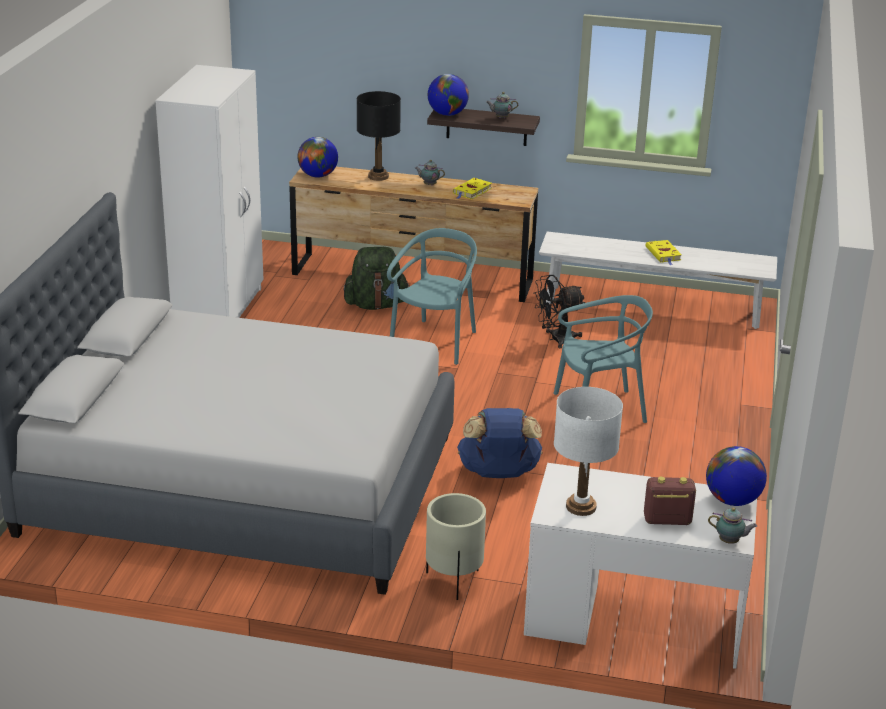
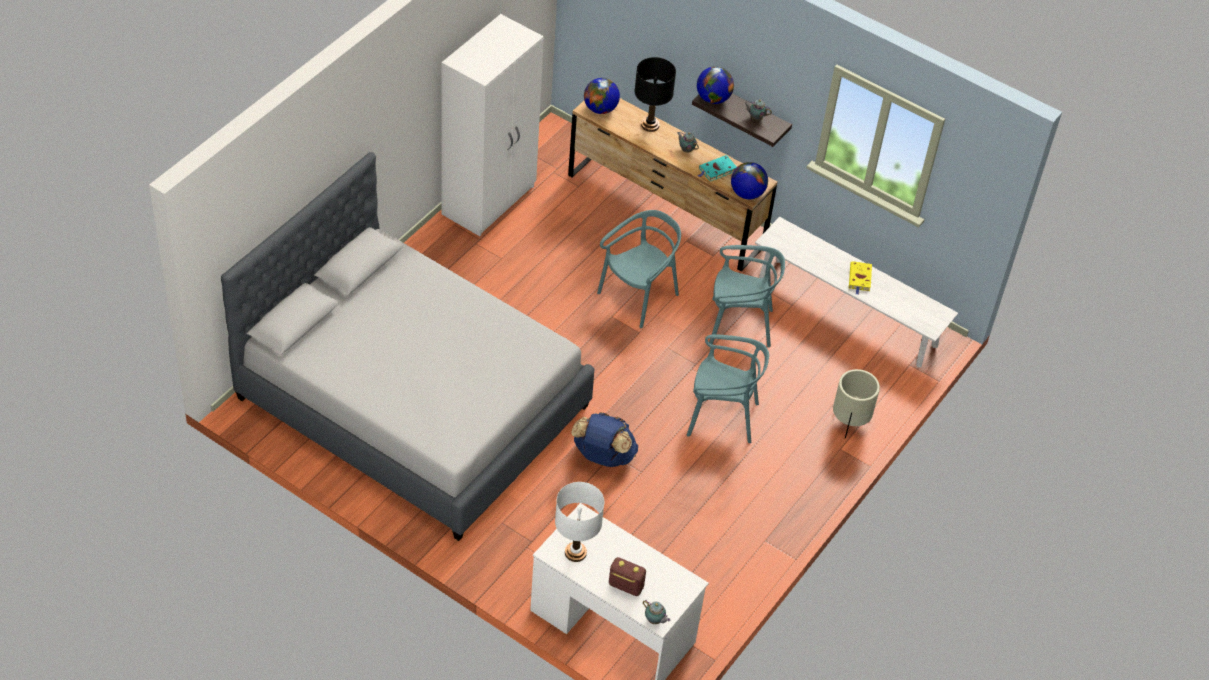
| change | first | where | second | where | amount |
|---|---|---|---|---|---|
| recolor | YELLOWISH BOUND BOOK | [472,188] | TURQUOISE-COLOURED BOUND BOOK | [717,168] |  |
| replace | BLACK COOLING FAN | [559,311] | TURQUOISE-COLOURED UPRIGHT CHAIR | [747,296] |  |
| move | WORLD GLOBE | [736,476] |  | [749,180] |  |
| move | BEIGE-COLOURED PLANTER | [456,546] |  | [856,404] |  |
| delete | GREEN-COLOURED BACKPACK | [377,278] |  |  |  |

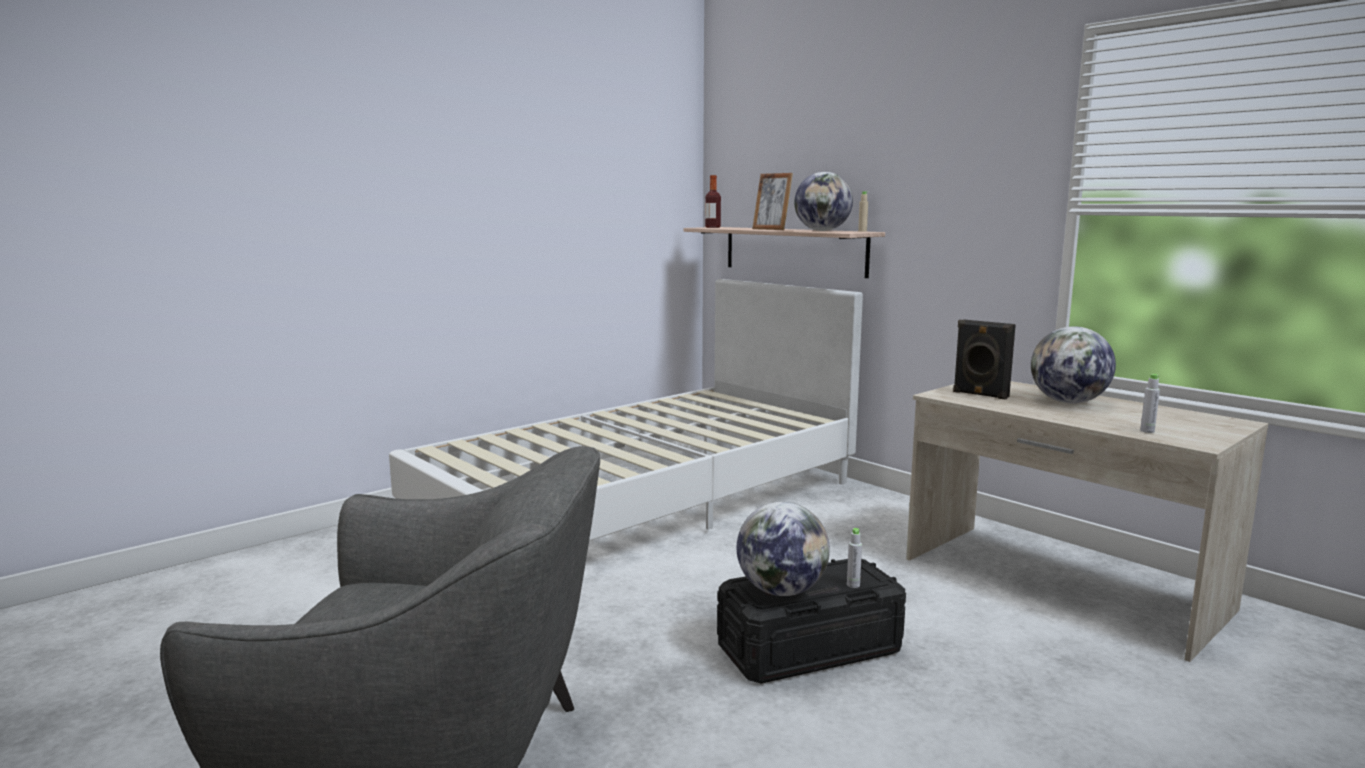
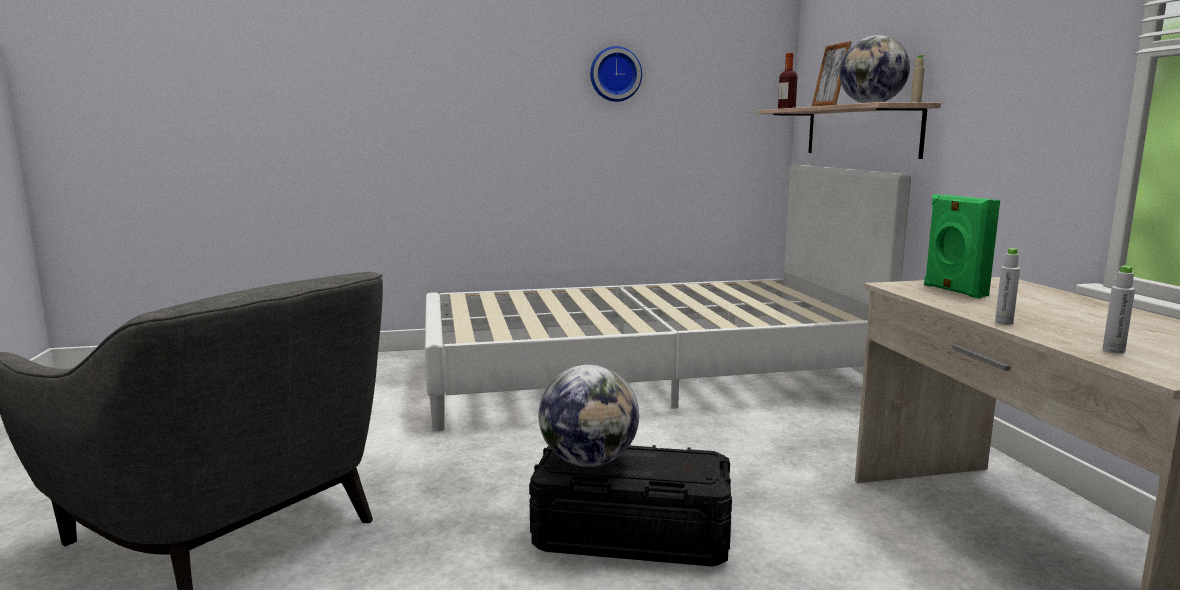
| change | first | where | second | where | amount |
|---|---|---|---|---|---|
| insert |  |  | WALL CLOCK | [616,74] |  |
| recolor | BLACK SPEAKER | [984,360] | GREEN-COLOURED SPEAKER | [962,246] |  |
| move | GREY BEVERAGE BOTTLE | [854,558] |  | [1007,286] |  |
| delete | WORLD GLOBE | [1073,364] |  |  |  |

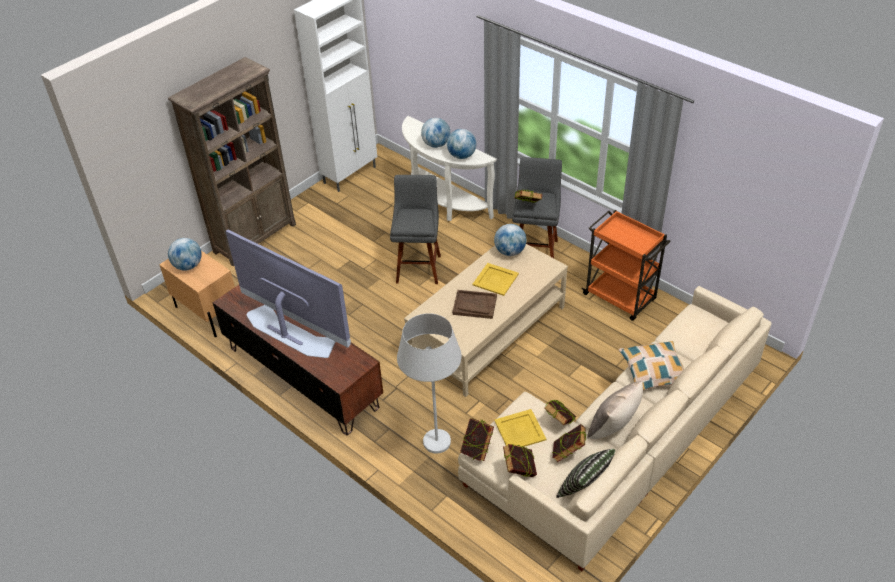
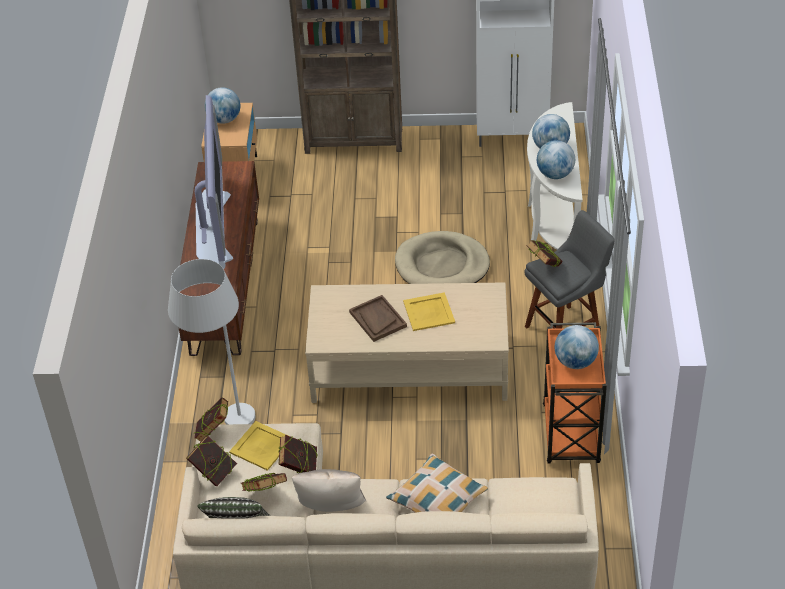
| change | first | where | second | where | amount |
|---|---|---|---|---|---|
| replace | GREY STOOL SEAT | [415,229] | BEIGE-COLOURED DOG BED | [442,257] |  |
| move | WORLD GLOBE | [510,240] |  | [577,347] |  |

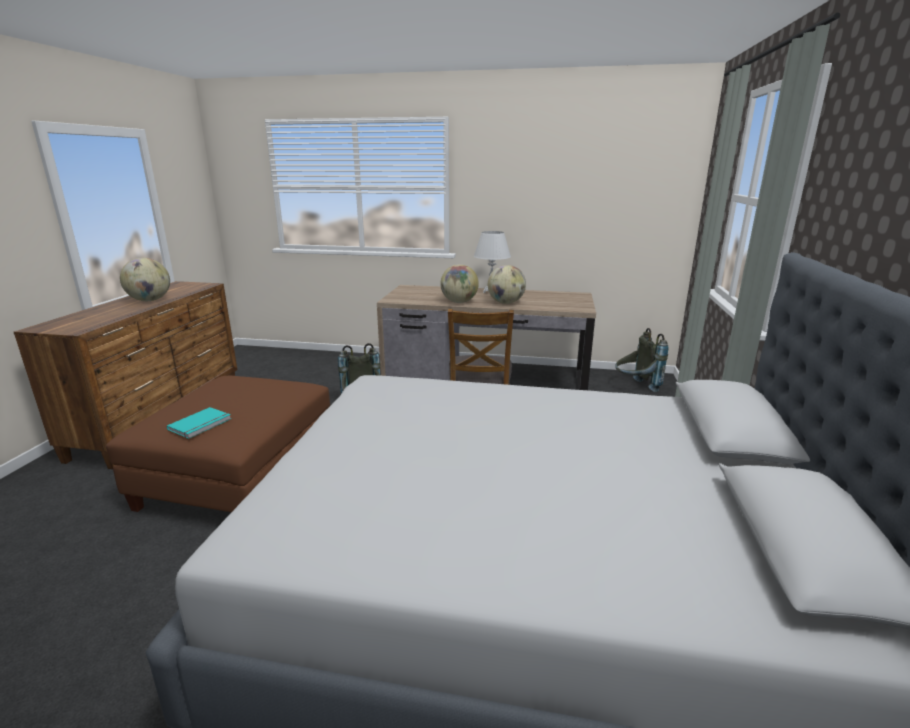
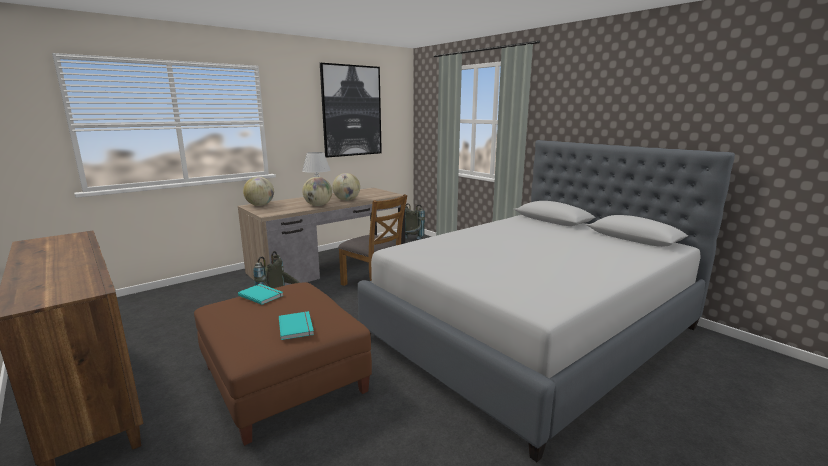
| change | first | where | second | where | amount |
|---|---|---|---|---|---|
| insert |  |  | TURQUOISE-COLOURED BOUND BOOK | [261,294] |  |
| move | WORLD GLOBE | [145,279] |  | [258,191] |  |
| insert |  |  | PICTURE | [351,110] |  |

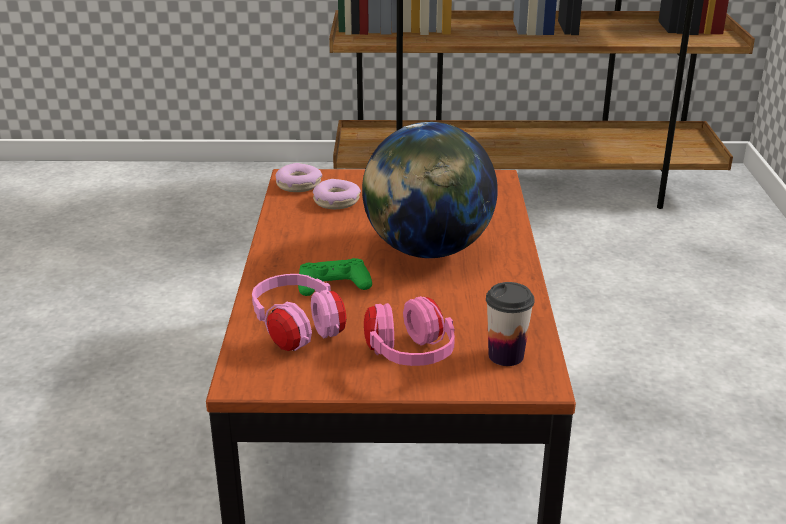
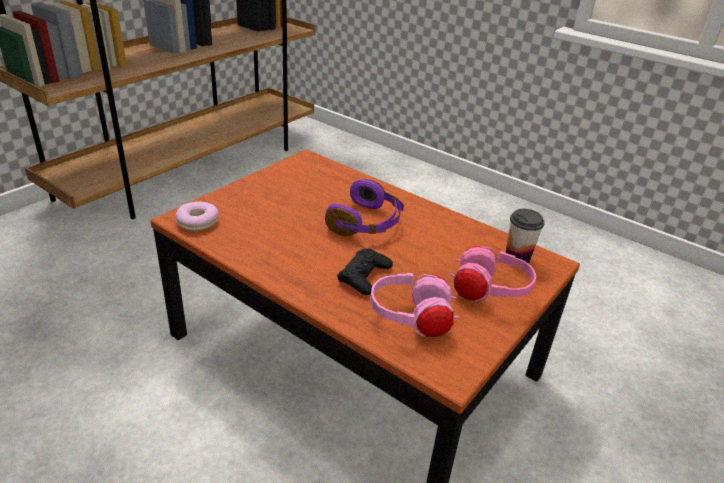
| change | first | where | second | where | amount |
|---|---|---|---|---|---|
| replace | WORLD GLOBE | [430,190] | PURPLE HEADPHONES | [364,207] |  |
| recolor | GREEN-COLOURED JOYPAD | [335,277] | BLACK JOYPAD | [365,271] |  |
| delete | DOUGHNUT | [337,194] |  |  |  |

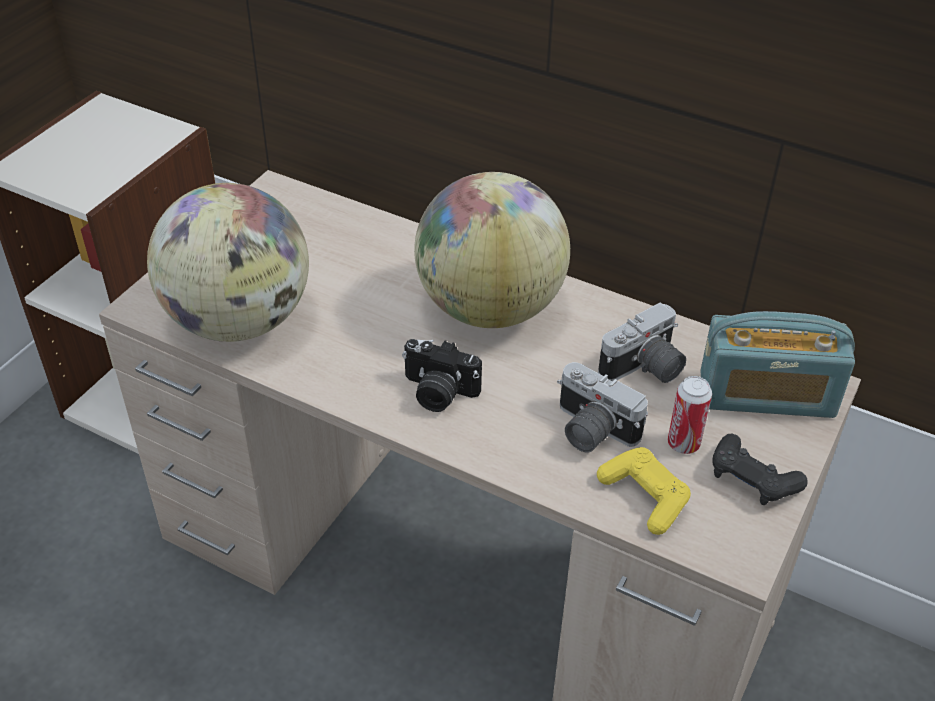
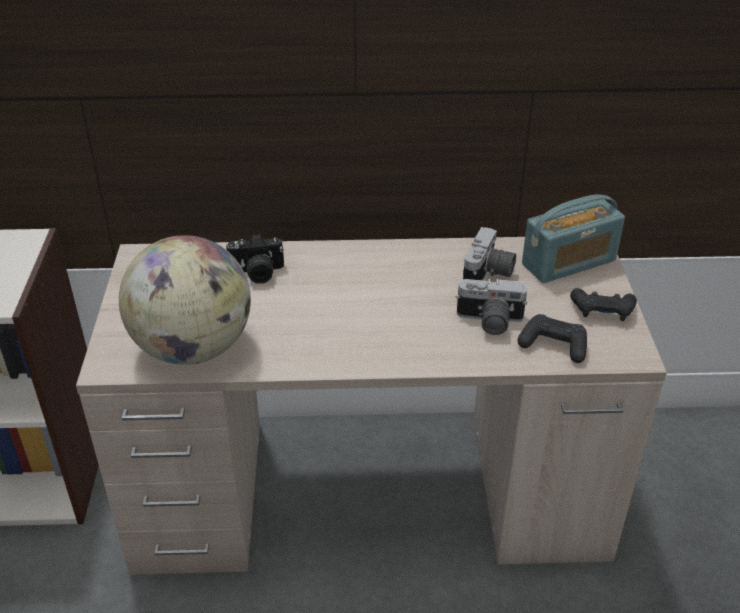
| change | first | where | second | where | amount |
|---|---|---|---|---|---|
| move | STILL CAMERA | [442,375] |  | [255,259] |  |
| recolor | YELLOWISH JOYPAD | [644,491] | BLACK JOYPAD | [552,338] |  |
| delete | WORLD GLOBE | [492,250] |  |  |  |
| delete | CAN | [690,415] |  |  |  |

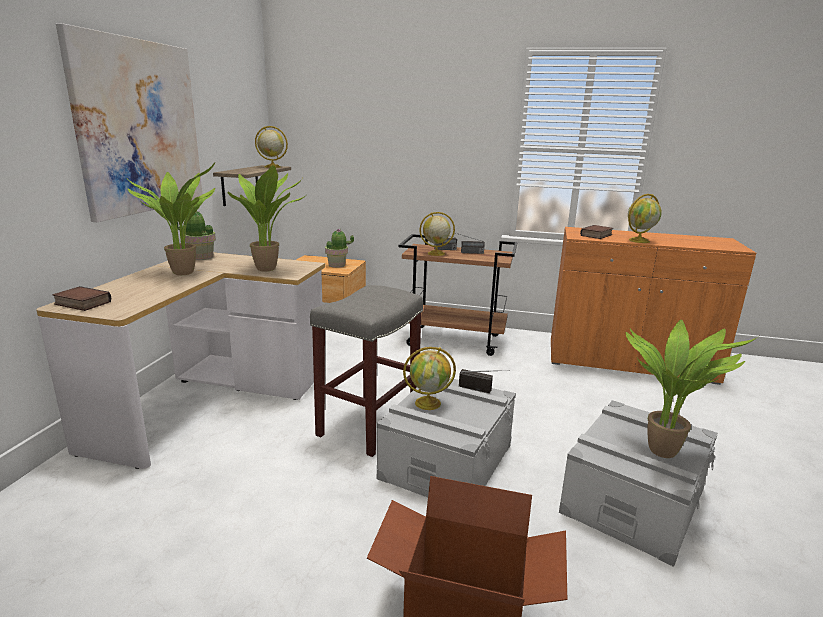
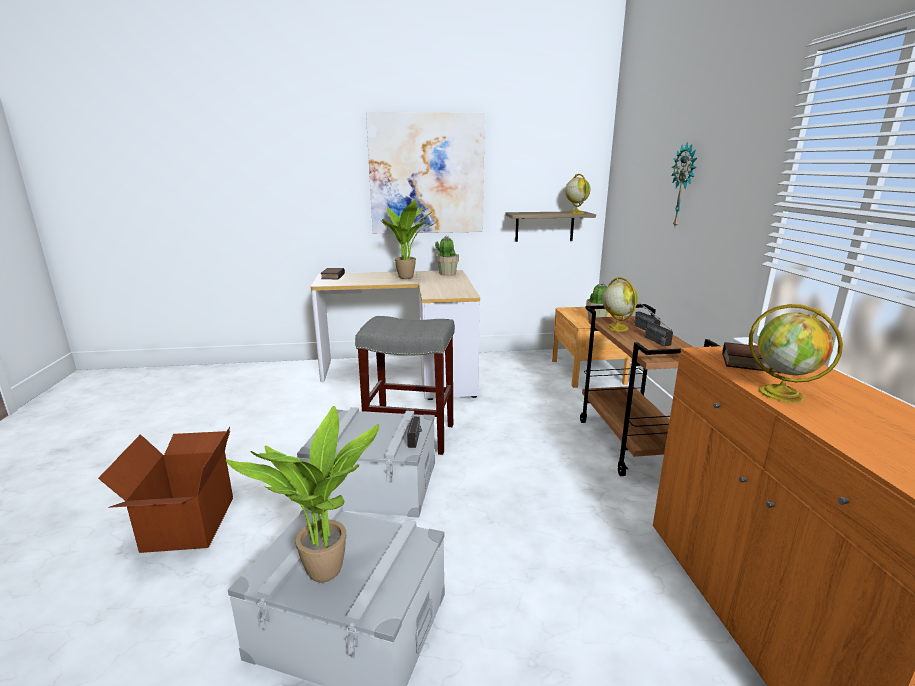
| change | first | where | second | where | amount |
|---|---|---|---|---|---|
| insert |  |  | WALL CLOCK | [684,184] |  |
| delete | POTTED PLANT | [266,218] |  |  |  |
| delete | WORLD GLOBE | [429,378] |  |  |  |

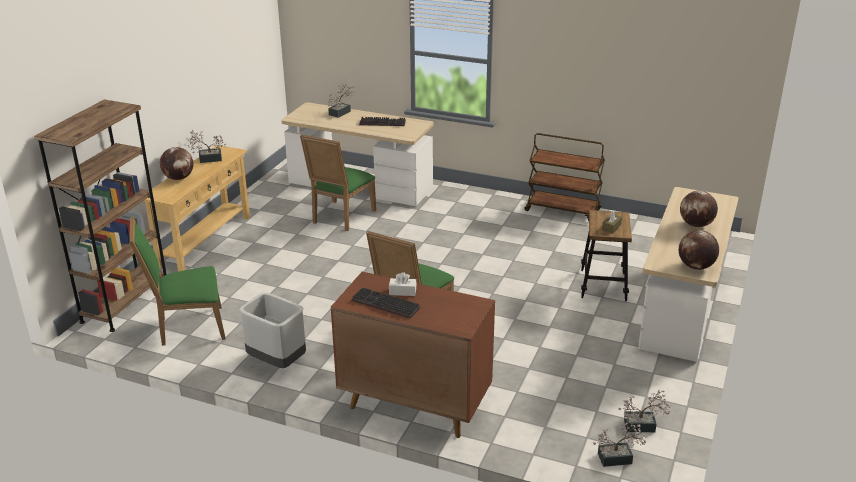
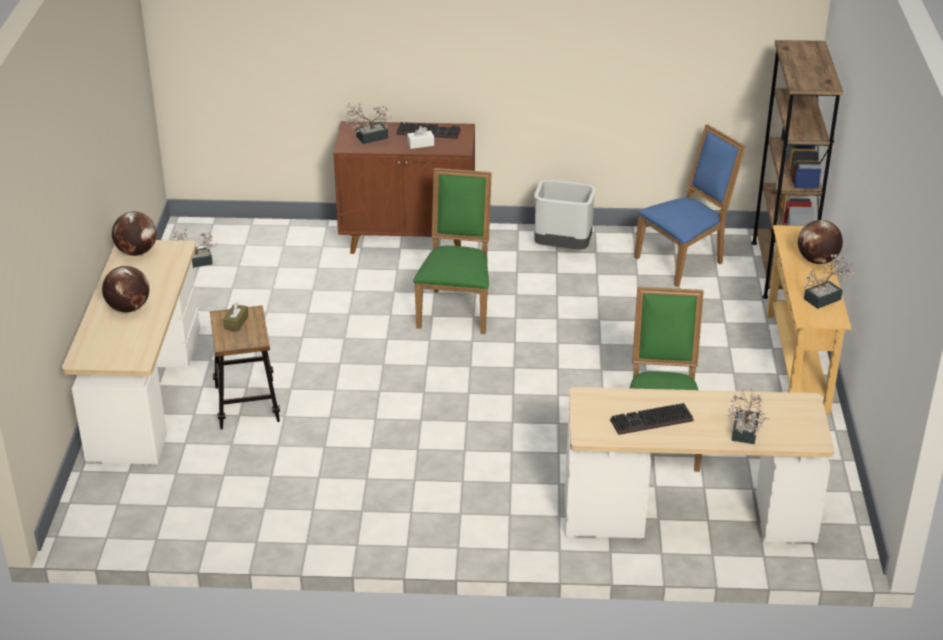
| change | first | where | second | where | amount |
|---|---|---|---|---|---|
| move | POTTED PLANT | [620,443] |  | [369,123] |  |
| recolor | GREEN-COLOURED UPRIGHT CHAIR | [177,281] | BLUE UPRIGHT CHAIR | [690,205] |  |
| delete | BROWN CART | [564,177] |  |  |  |

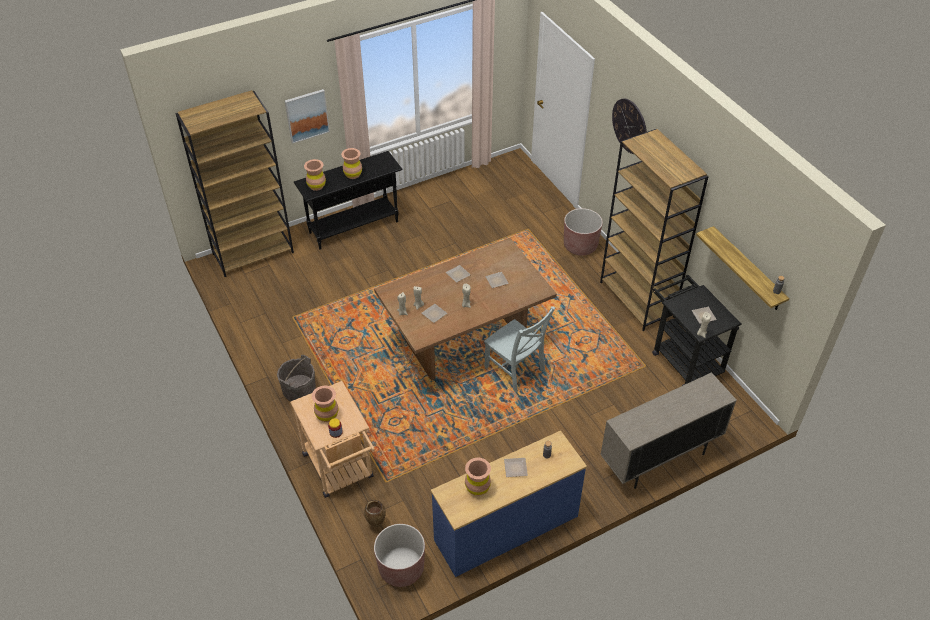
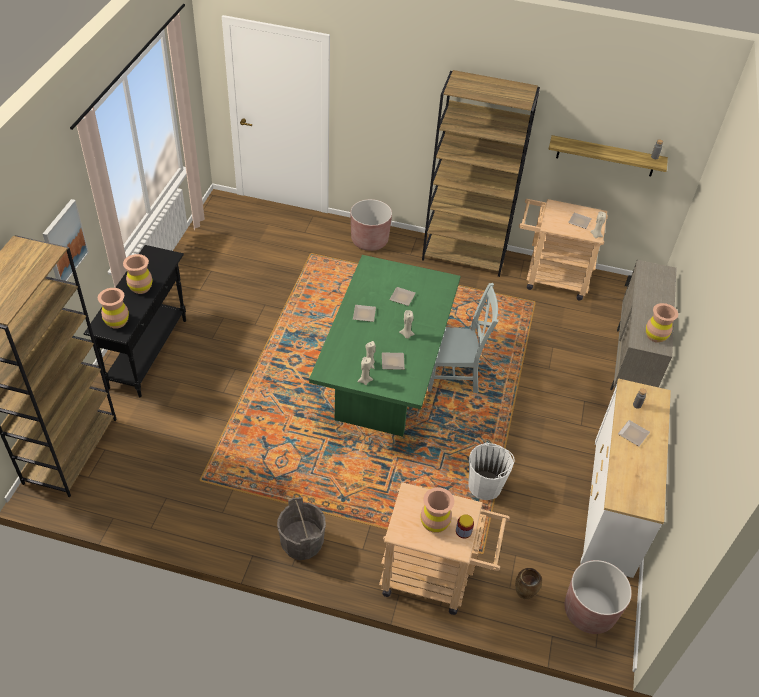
| change | first | where | second | where | amount |
|---|---|---|---|---|---|
| recolor | BROWN KITCHEN TABLE | [465,309] | GREEN-COLOURED KITCHEN TABLE | [385,346] |  |
| insert |  |  | WHITISH BUCKET | [491,471] |  |
| recolor | BLACK CART | [697,330] | BEIGE-COLOURED CART | [563,250] |  |
| recolor | BLUE DRAWER CHEST | [509,504] | WHITISH DRAWER CHEST | [625,478] |  |
| move | BROWN VASE | [478,477] |  | [662,323] |  |
| delete | WALL CLOCK | [629,126] |  |  |  |

